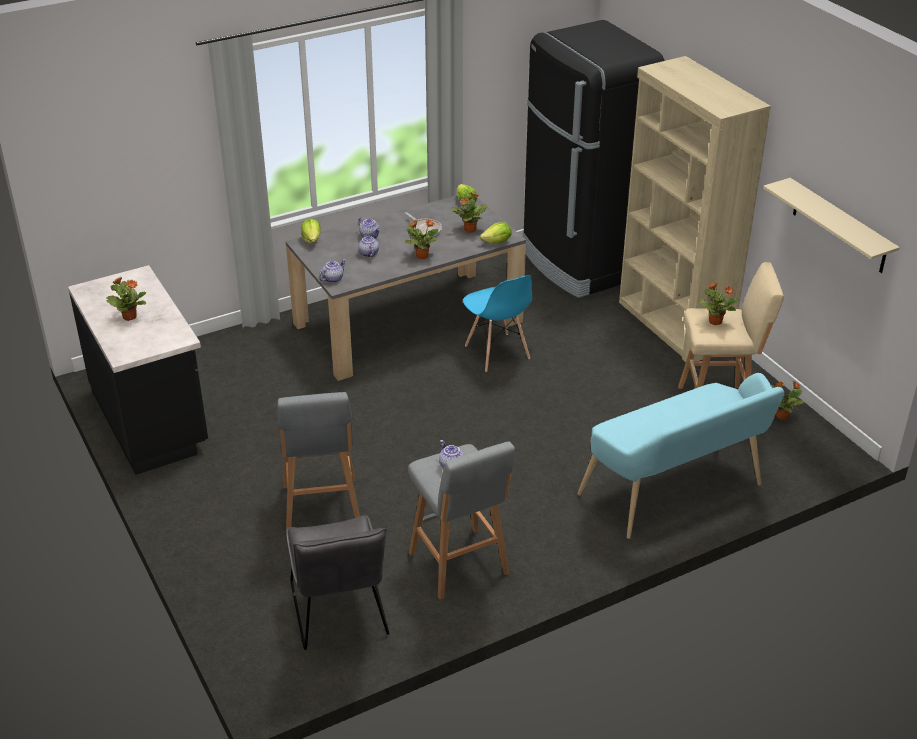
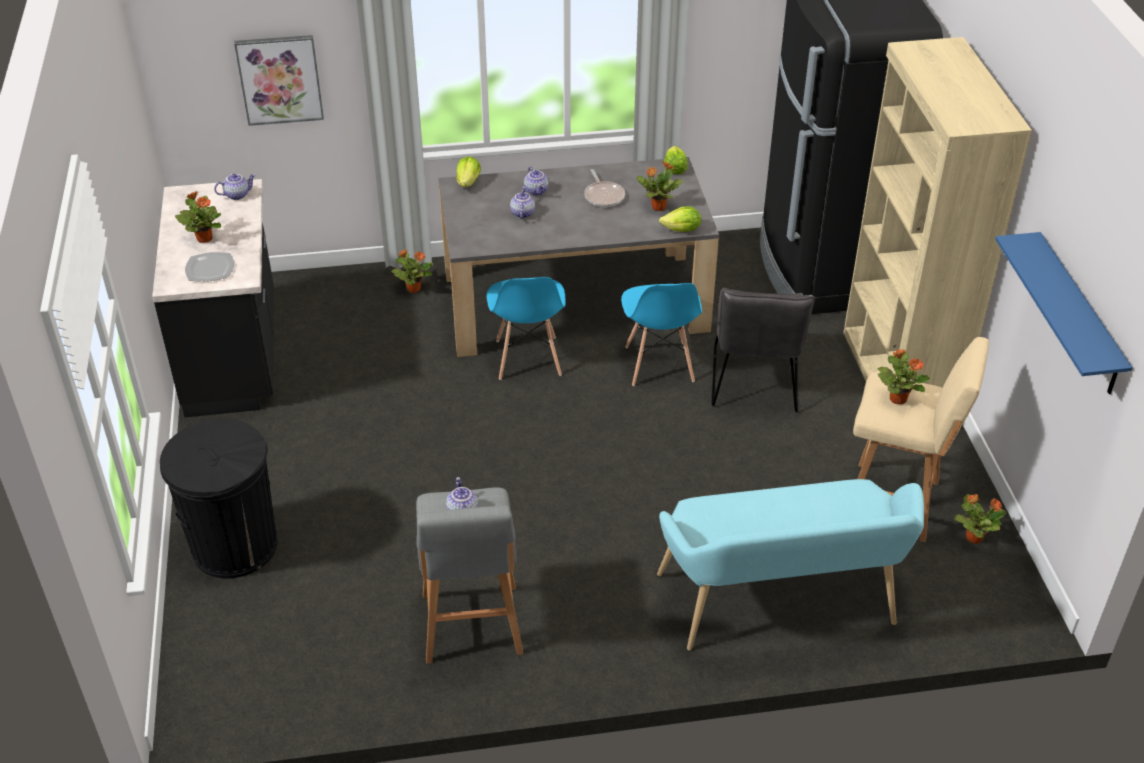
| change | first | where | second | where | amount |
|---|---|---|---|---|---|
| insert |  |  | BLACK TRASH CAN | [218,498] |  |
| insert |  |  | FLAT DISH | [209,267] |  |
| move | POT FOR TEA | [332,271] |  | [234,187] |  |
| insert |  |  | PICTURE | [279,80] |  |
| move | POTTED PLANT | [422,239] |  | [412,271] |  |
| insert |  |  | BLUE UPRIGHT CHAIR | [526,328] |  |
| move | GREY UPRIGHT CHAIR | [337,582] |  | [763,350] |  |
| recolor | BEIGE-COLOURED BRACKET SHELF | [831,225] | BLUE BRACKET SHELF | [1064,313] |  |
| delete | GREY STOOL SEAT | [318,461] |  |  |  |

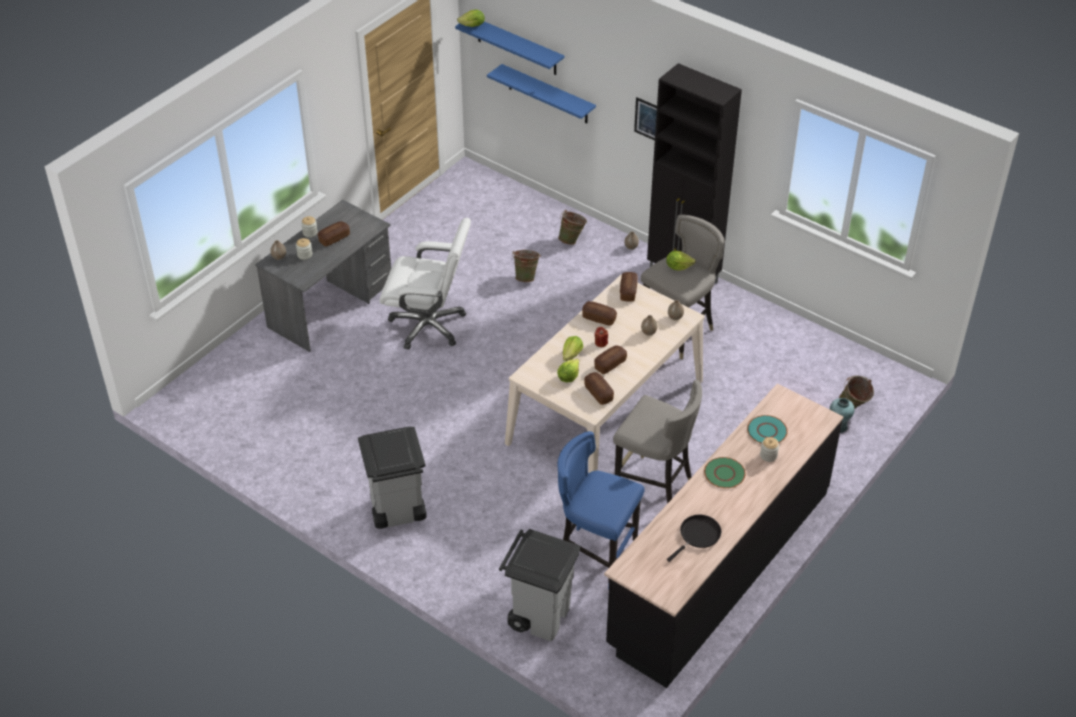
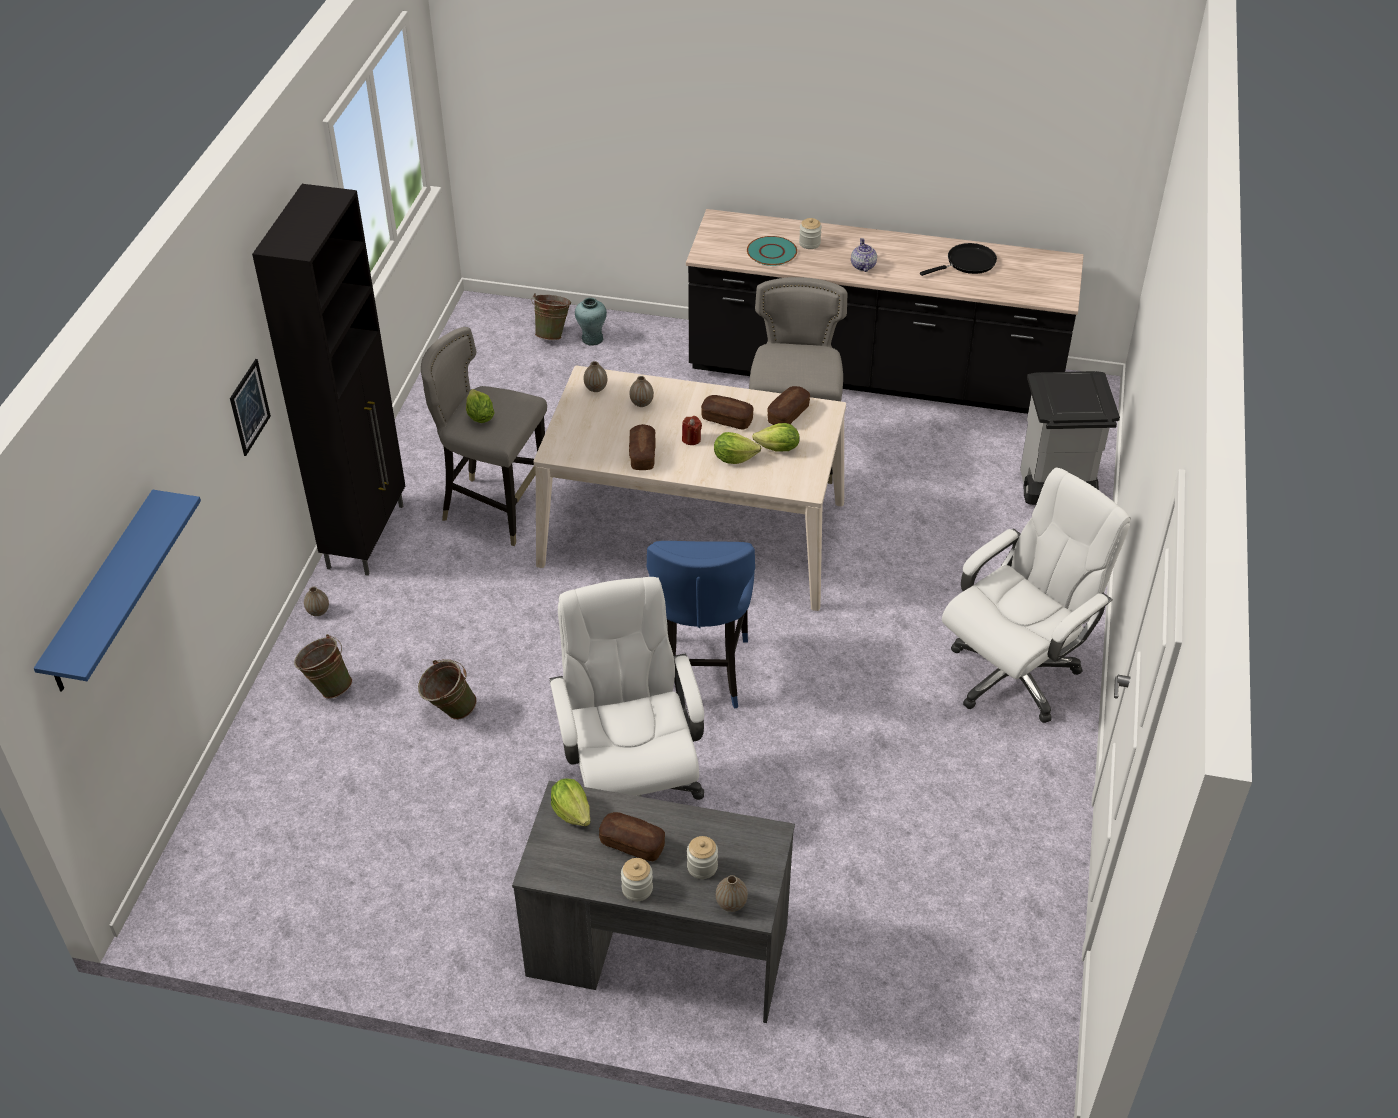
| change | first | where | second | where | amount |
|---|---|---|---|---|---|
| move | HEAD OF LETTUCE | [471,18] |  | [571,802] |  |
| move | BLUE STOOL SEAT | [601,510] |  | [701,625] |  |
| replace | GREEN-COLOURED FLAT DISH | [725,472] | POT FOR TEA | [864,255] |  |
| rotate | BLACK SKILLET | [694,538] |  | [958,259] | 135 degrees clockwise |
| replace | GREY TRASH CAN | [392,478] | WHITISH OFFICE CHAIR | [1036,595] |  |
| delete | BLUE BRACKET SHELF | [541,94] |  |  |  |
| delete | BAKED BREAD | [629,287] |  |  |  |

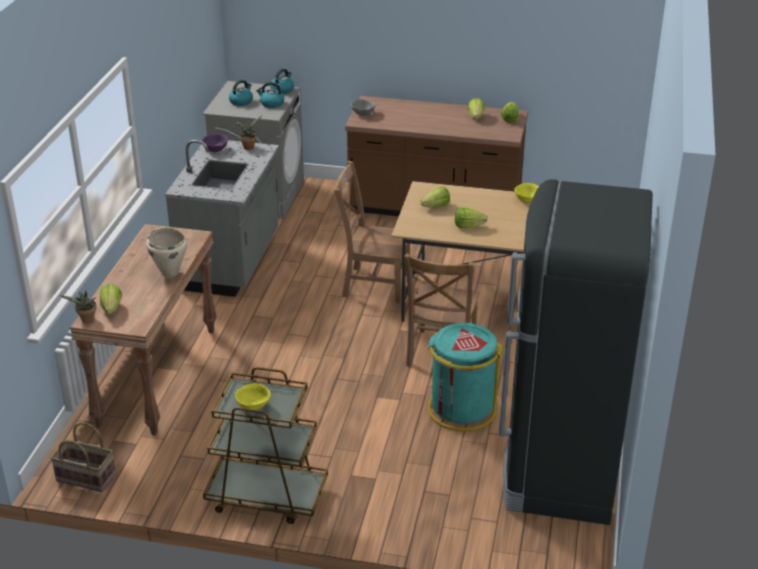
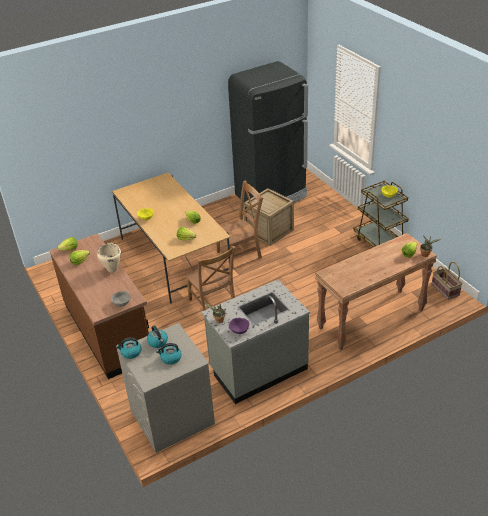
| change | first | where | second | where | amount |
|---|---|---|---|---|---|
| move | BEIGE-COLOURED COOKING POT | [166,253] |  | [109,258] |  |
| replace | TURQUOISE-COLOURED TRASH CAN | [465,377] | SHIPPING CRATE | [268,217] |  |

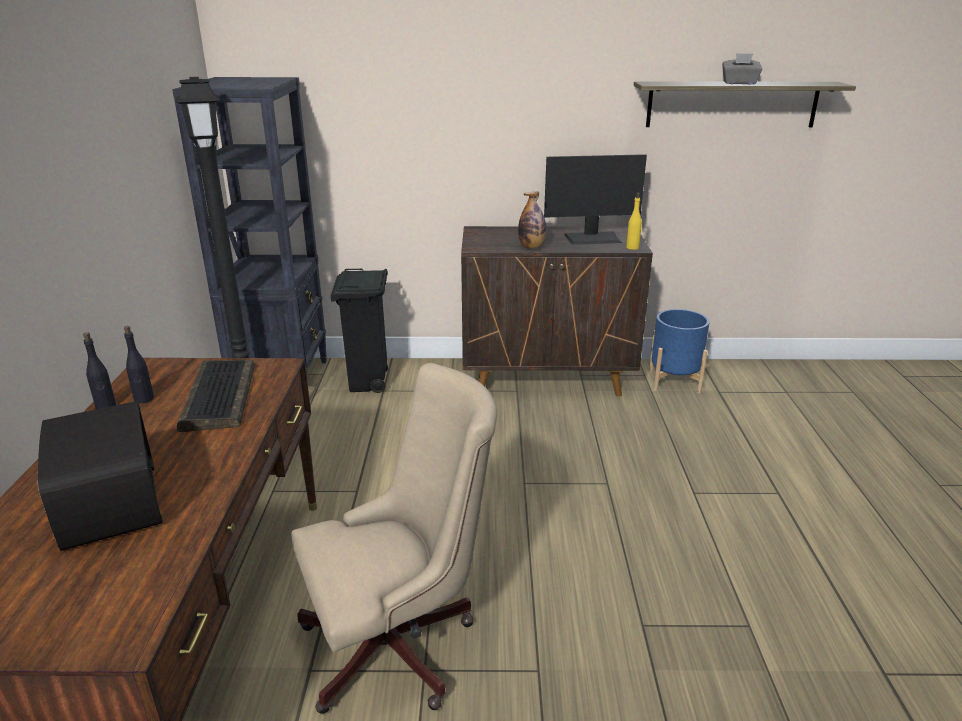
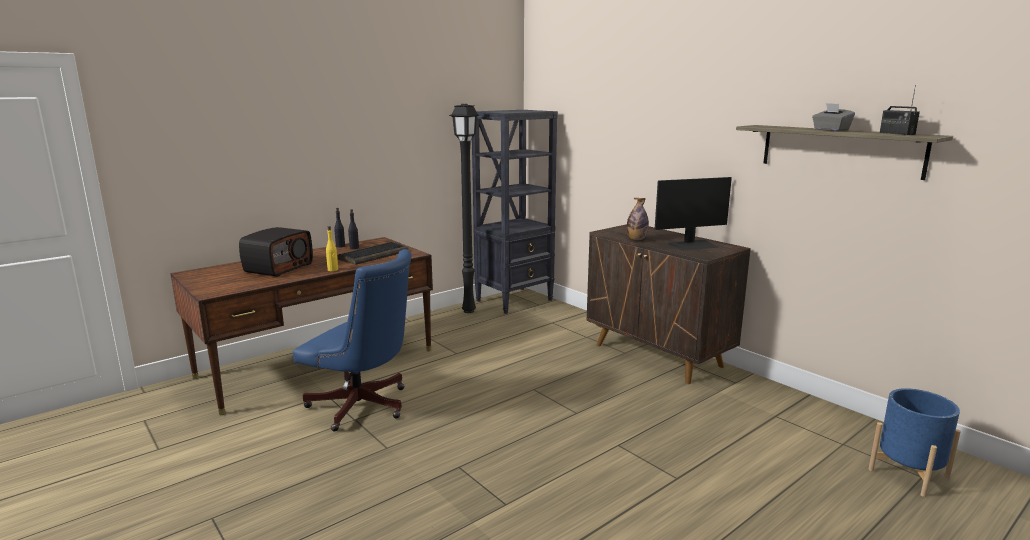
| change | first | where | second | where | amount |
|---|---|---|---|---|---|
| recolor | BEIGE-COLOURED OFFICE CHAIR | [394,538] | BLUE OFFICE CHAIR | [352,340] |  |
| move | YELLOWISH BEVERAGE BOTTLE | [634,221] |  | [332,248] |  |
| rotate | COMPUTER DISPLAY | [595,199] |  | [693,214] | 60 degrees counterclockwise |
| move | BLUE PLANTER | [679,351] |  | [914,442] |  |
| insert |  |  | RADIO | [900,110] |  |
| delete | BLACK TRASH CAN | [359,331] |  |  |  |

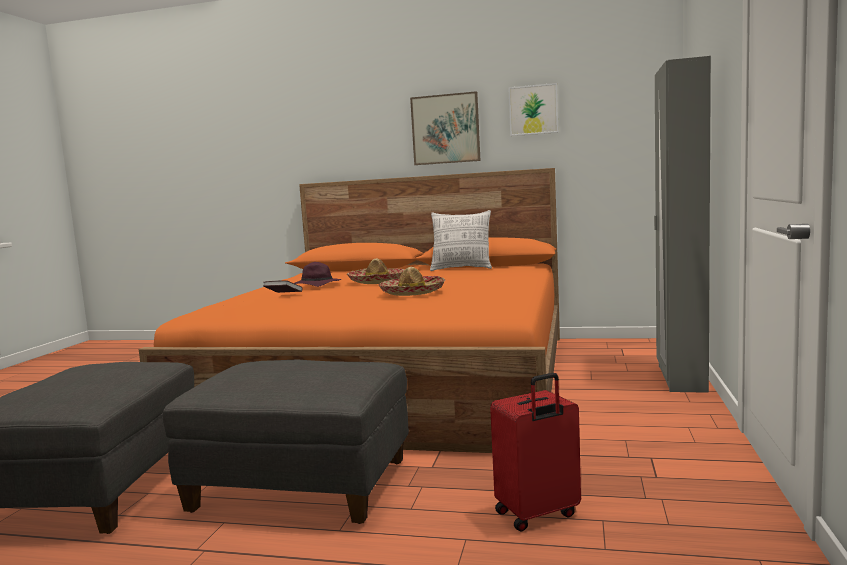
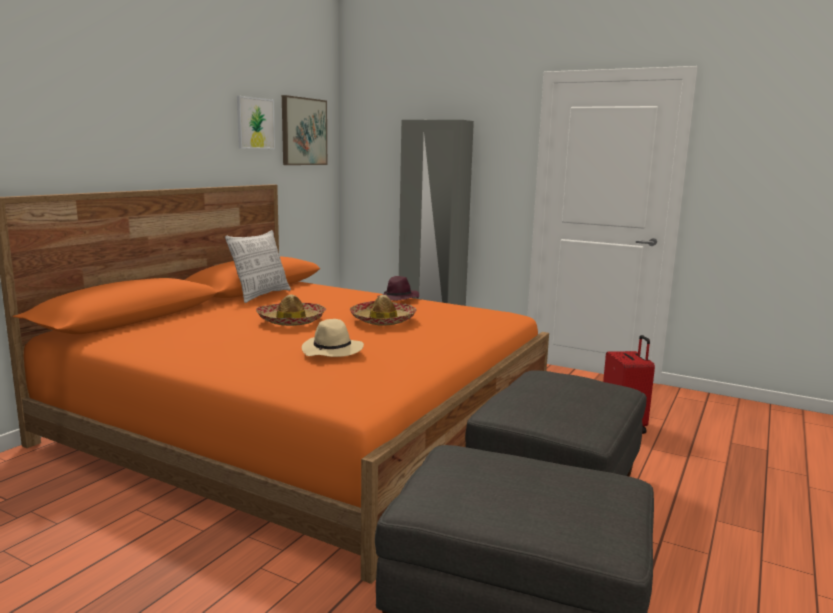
| change | first | where | second | where | amount |
|---|---|---|---|---|---|
| move | PICTURE | [445,128] |  | [304,130] |  |
| replace | BOUND BOOK | [283,286] | BEIGE-COLOURED WEARABLE HAT | [333,338] |  |
| move | PURPLE WEARABLE HAT | [317,274] |  | [398,288] |  |

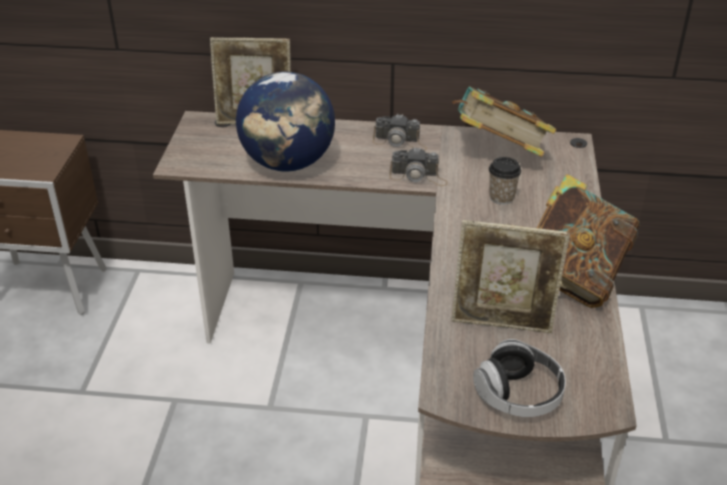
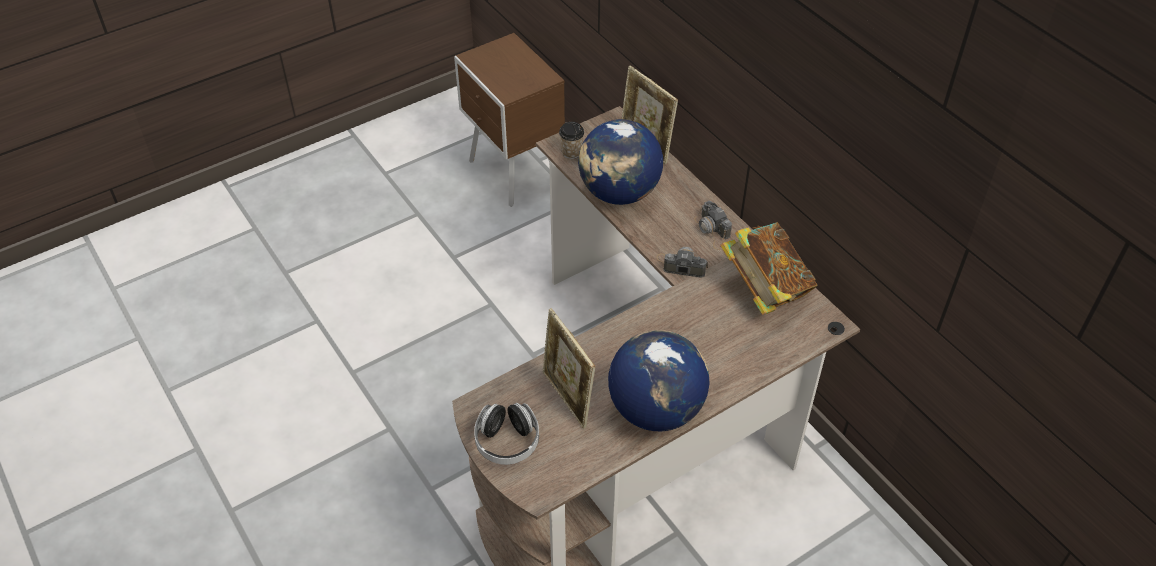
| change | first | where | second | where | amount |
|---|---|---|---|---|---|
| move | SMALL CUP | [505,181] |  | [571,140] |  |
| replace | BOUND BOOK | [588,241] | WORLD GLOBE | [658,380] |  |
| rotate | STILL CAMERA | [418,166] |  | [682,262] | 135 degrees clockwise |

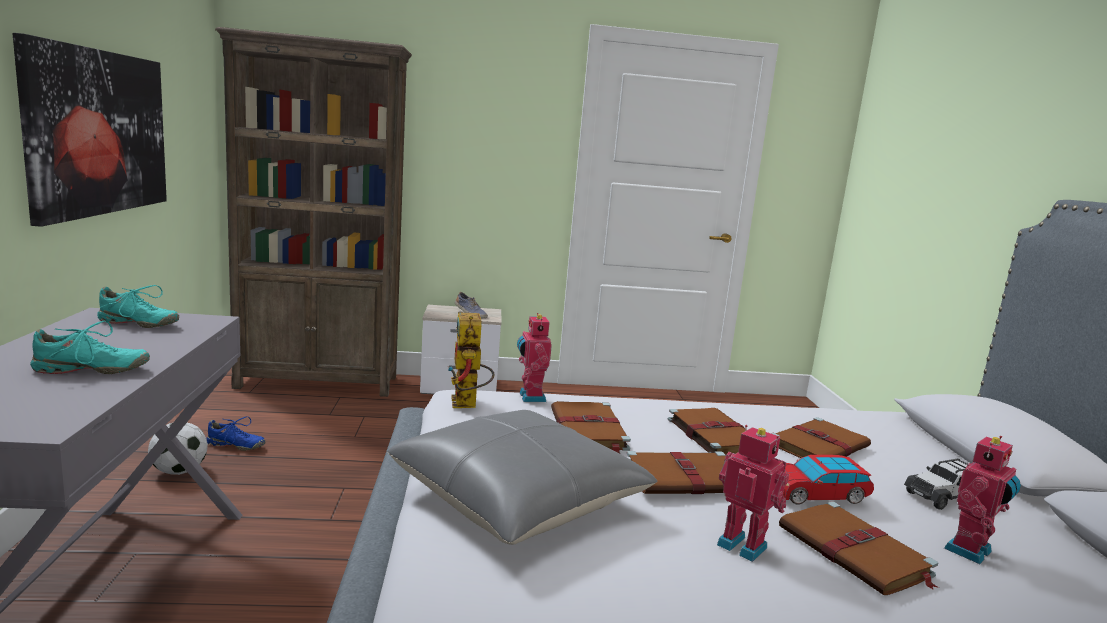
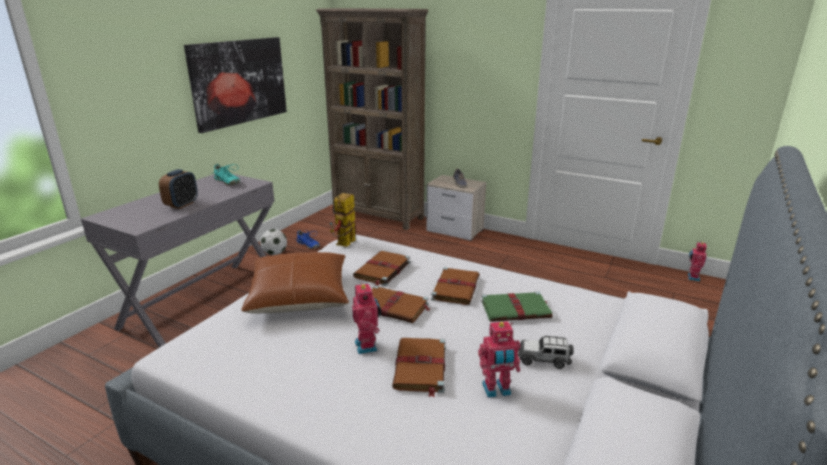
| change | first | where | second | where | amount |
|---|---|---|---|---|---|
| replace | TURQUOISE-COLOURED ITEM OF FOOTWEAR | [90,347] | BEDSIDE CLOCK | [178,189] |  |
| recolor | GREY CUSHION | [522,477] | BROWN CUSHION | [295,282] |  |
| recolor | BROWN BOUND BOOK | [821,437] | GREEN-COLOURED BOUND BOOK | [516,306] |  |
| move | ROBOT FIGURE | [534,357] |  | [697,261] |  |
| delete | MINIATURE CAR | [828,480] |  |  |  |

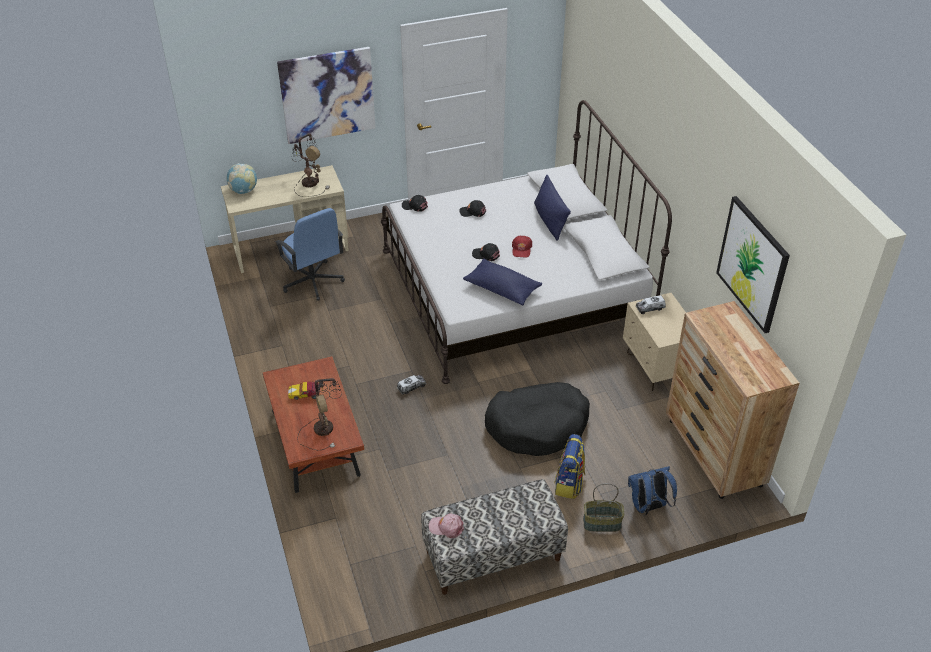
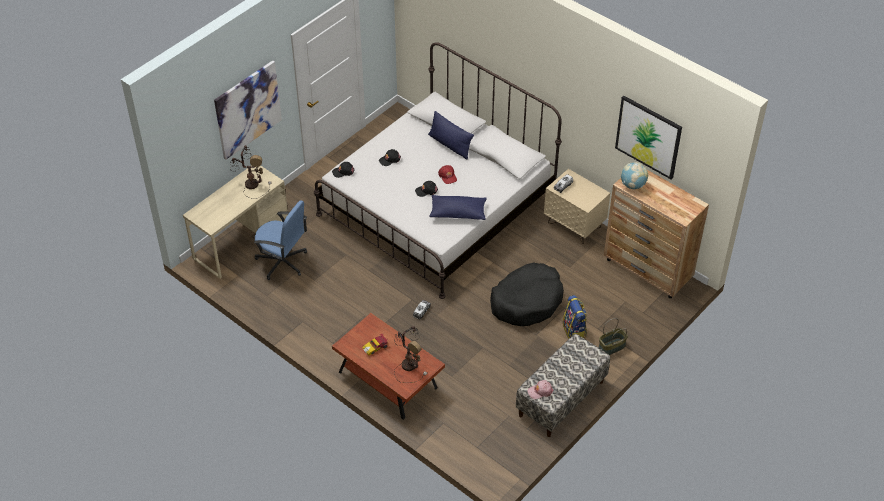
| change | first | where | second | where | amount |
|---|---|---|---|---|---|
| move | WORLD GLOBE | [241,178] |  | [634,176] |  |
| delete | BLUE BACKPACK | [652,490] |  |  |  |

